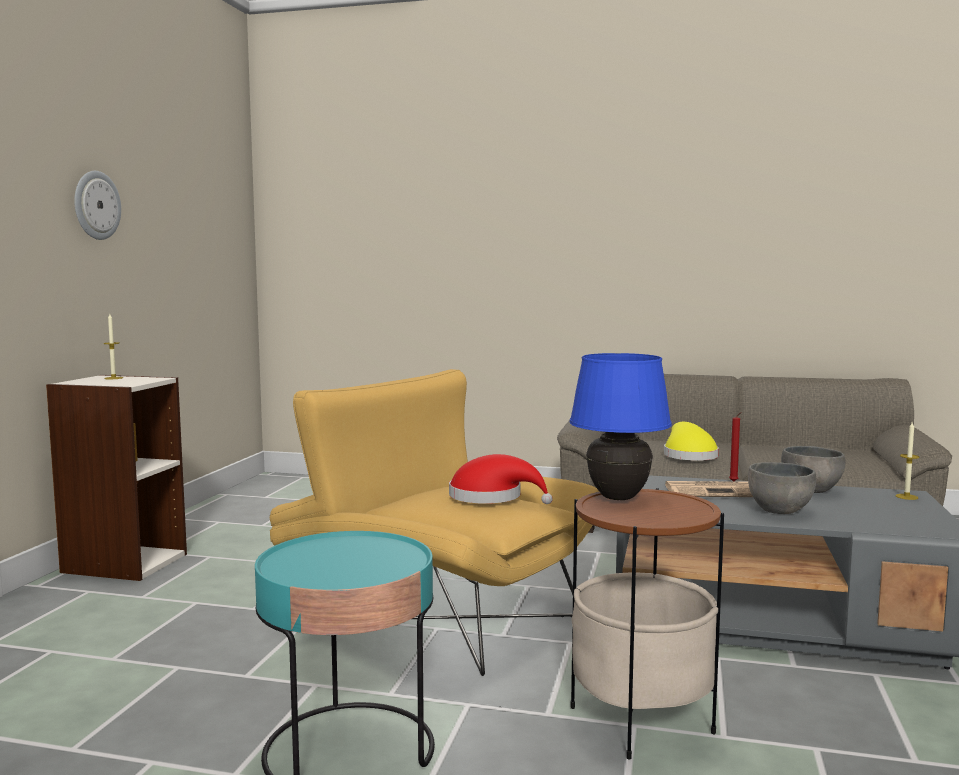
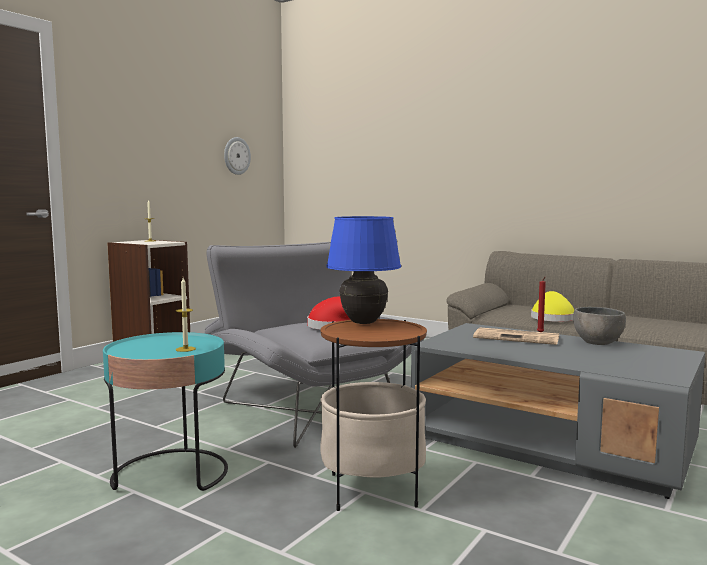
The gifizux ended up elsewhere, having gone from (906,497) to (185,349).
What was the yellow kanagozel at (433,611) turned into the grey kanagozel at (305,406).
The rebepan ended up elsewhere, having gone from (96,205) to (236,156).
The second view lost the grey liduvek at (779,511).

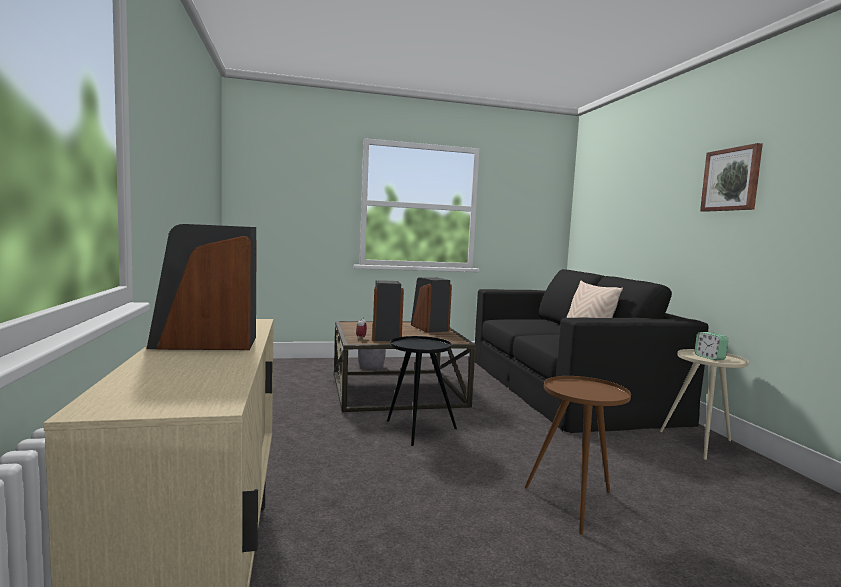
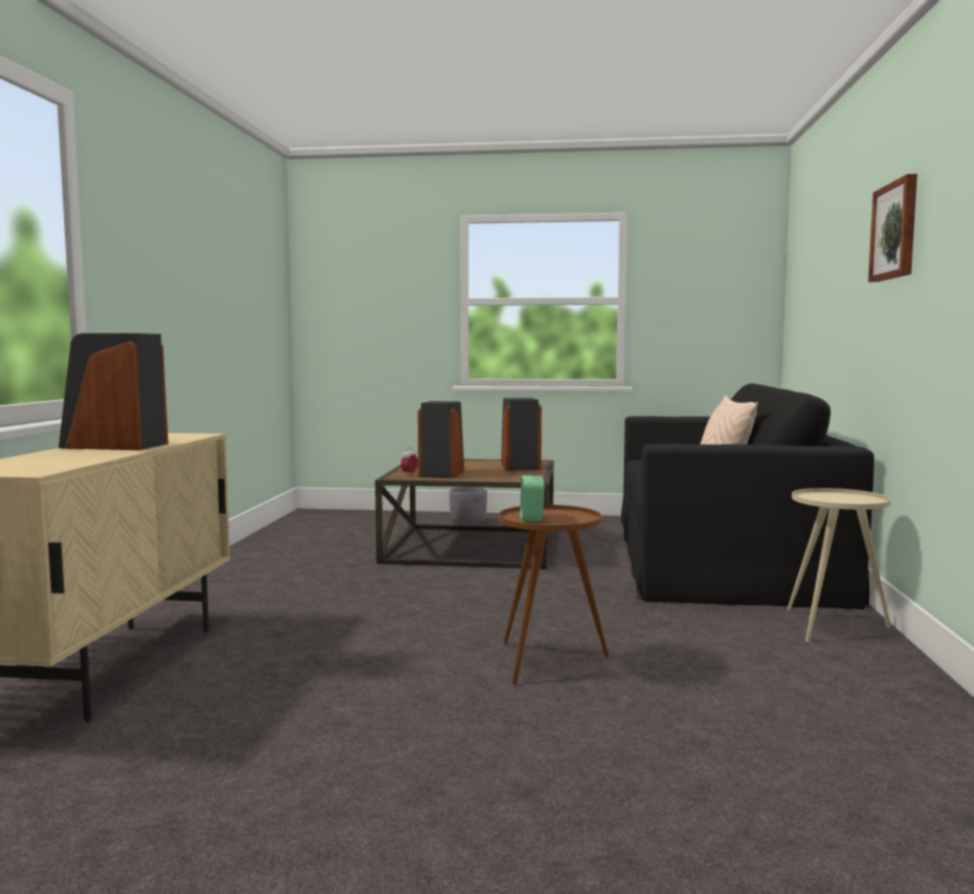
The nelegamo ended up elsewhere, having gone from (709,357) to (531,518).
The second view lost the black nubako at (417,430).

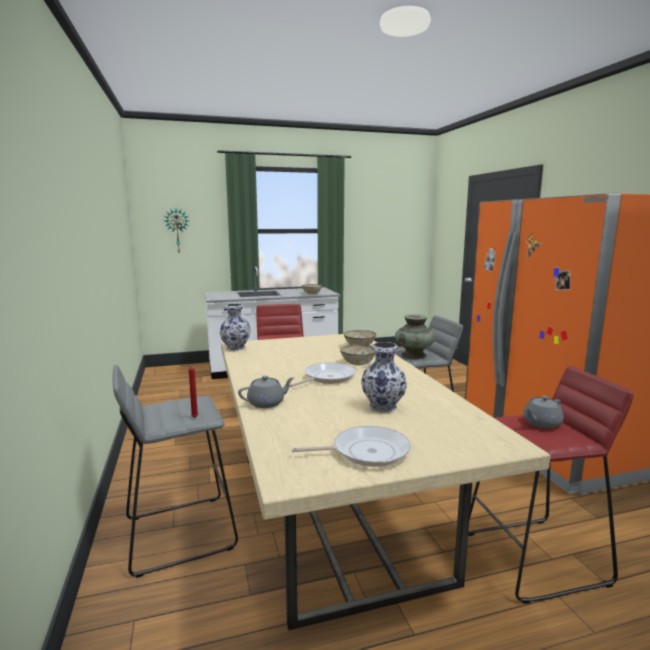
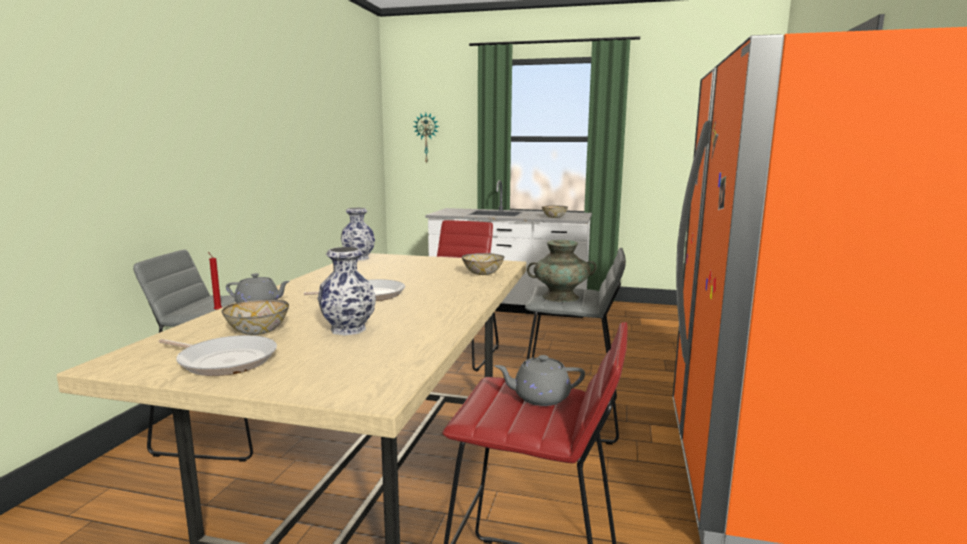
The liduvek ended up elsewhere, having gone from (358,363) to (259,332).

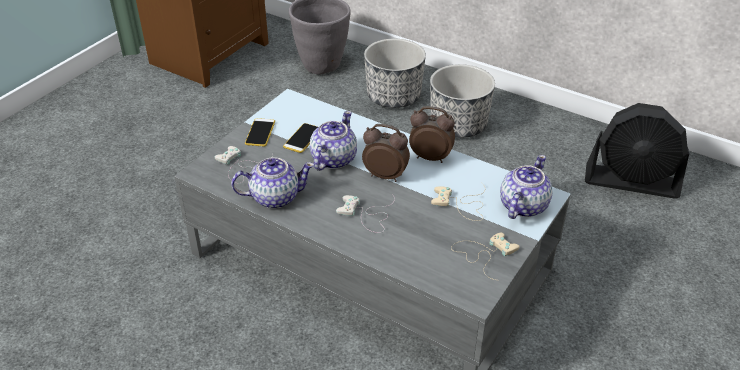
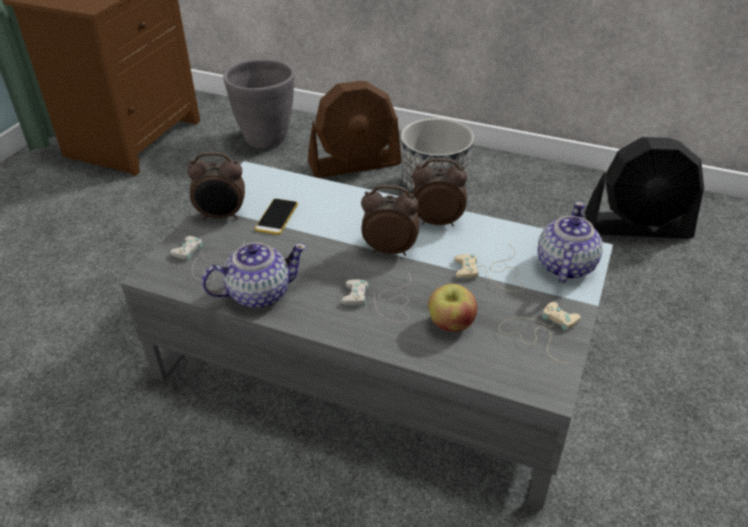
Where the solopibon stood at (260,133), the nelegamo came to stand at (222,216).
Where the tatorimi stood at (394,96), the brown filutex came to stand at (355,164).
The second view gained the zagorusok at (450,324).
The second view lost the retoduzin at (333,159).

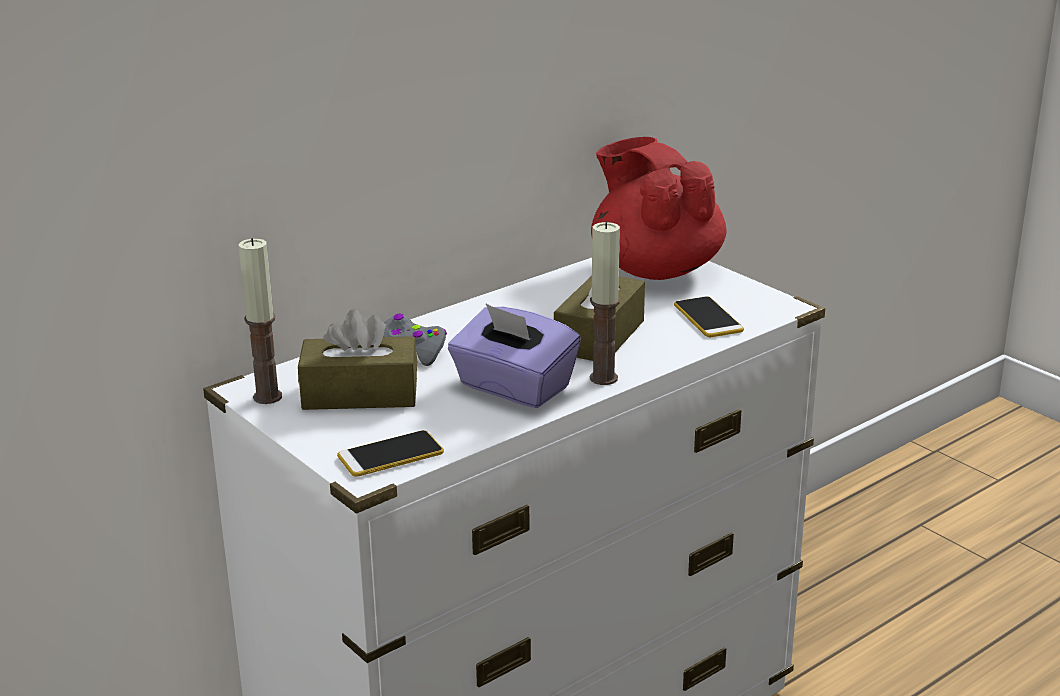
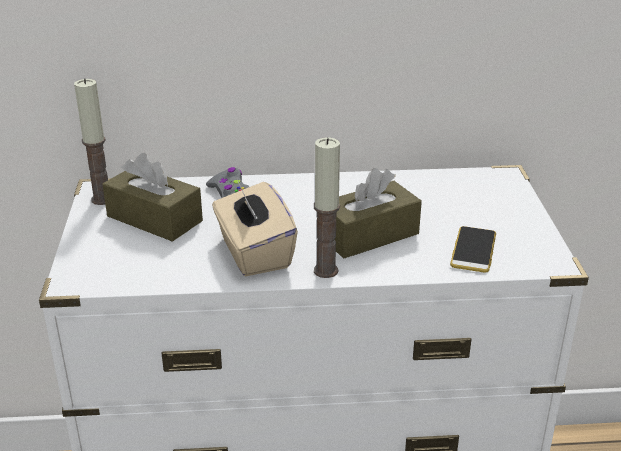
What was the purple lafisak at (513,388) turned into the beige lafisak at (254,253).
The second view lost the solopibon at (390,455).
The second view lost the red retoduzin at (655,269).

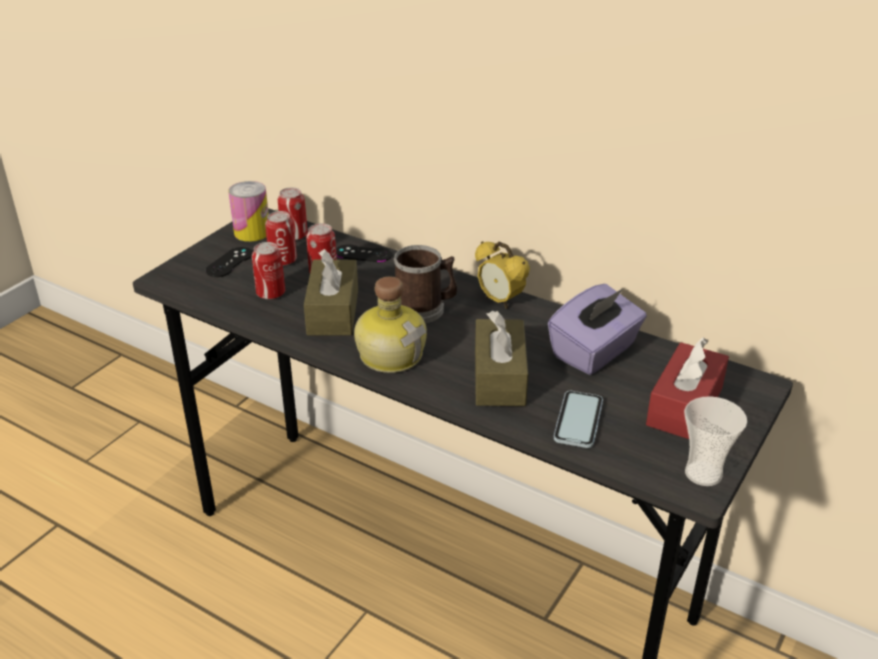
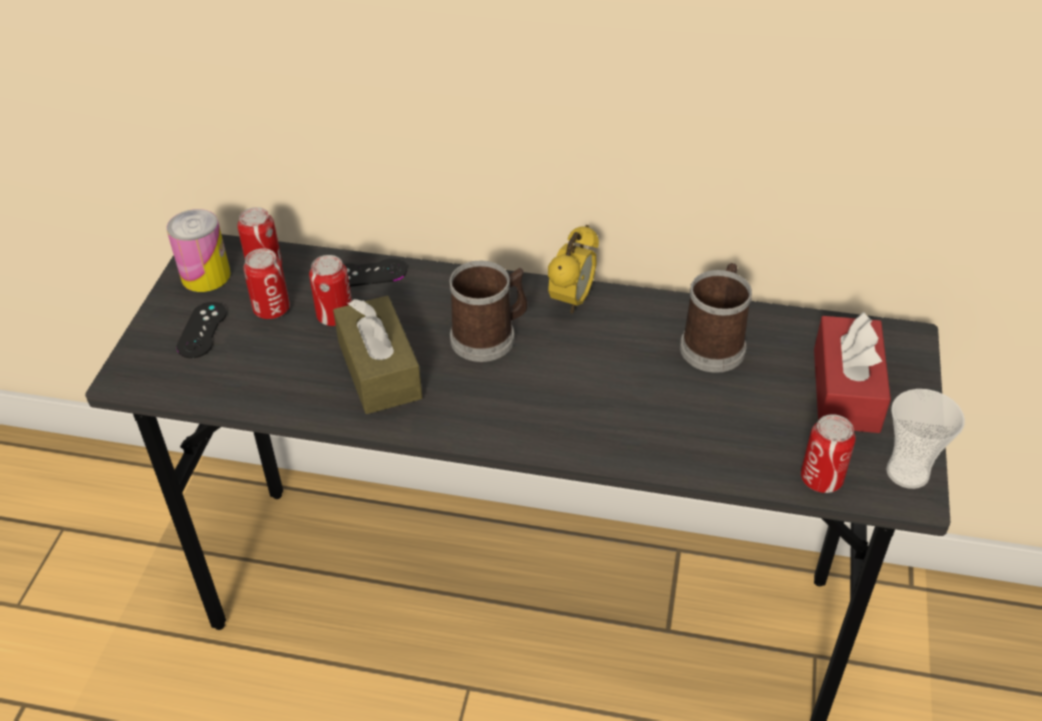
The nelegamo at (500,301) ended up facing another way, 90 degrees counterclockwise from before.
Where the purple lafisak stood at (594,352), the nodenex came to stand at (714,343).
The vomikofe ended up elsewhere, having gone from (271,293) to (821,479).
The second view lost the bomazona at (391,354).
The second view lost the brown lafisak at (499,377).
The second view lost the solopibon at (578,421).

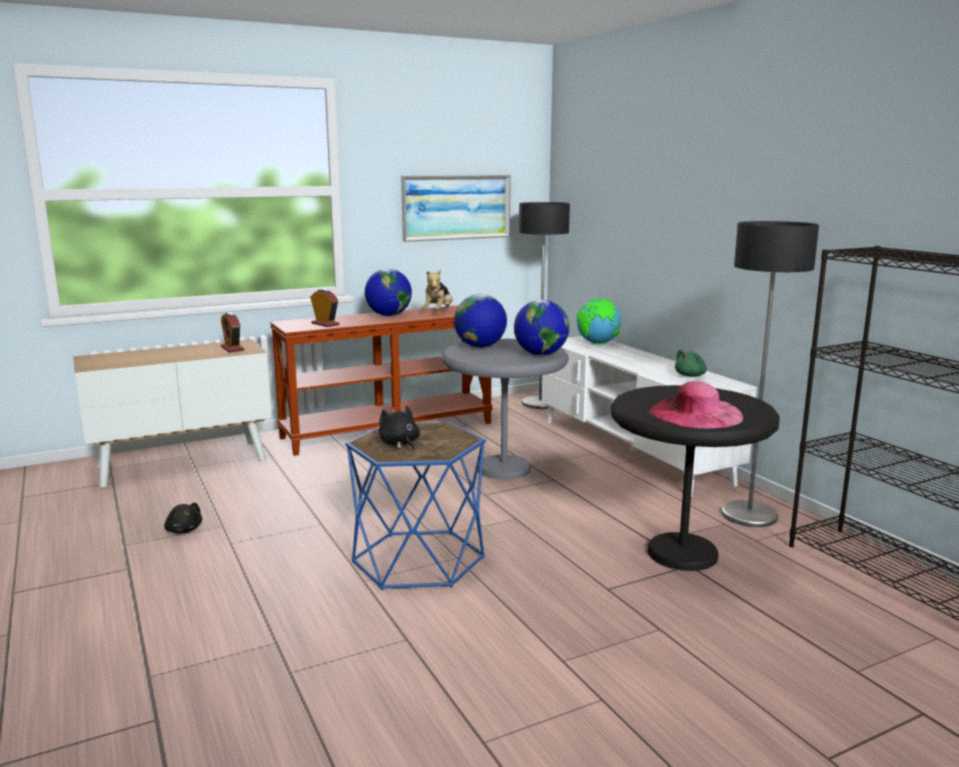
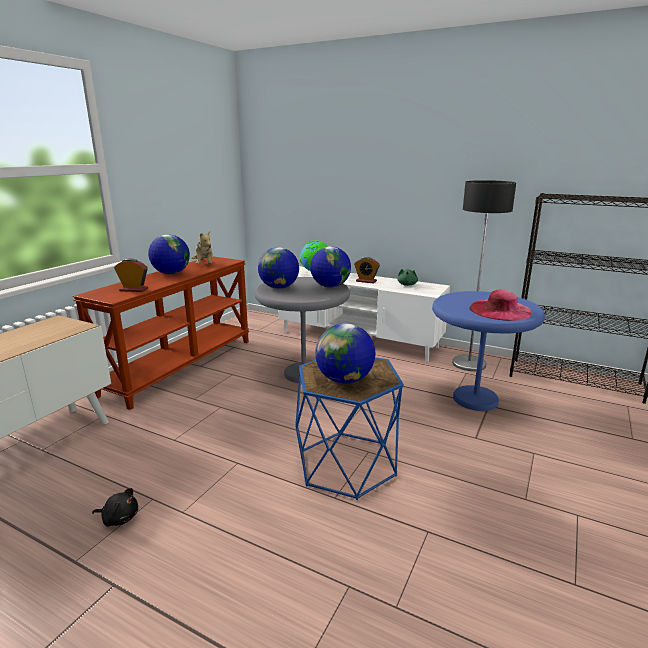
Where the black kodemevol stood at (400,444), the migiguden came to stand at (344,380).
The nelegamo ended up elsewhere, having gone from (232,348) to (366,281).
What was the black nubako at (682,554) turned into the blue nubako at (475,399).
The second view lost the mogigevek at (456,207).
The second view lost the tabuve at (540,403).

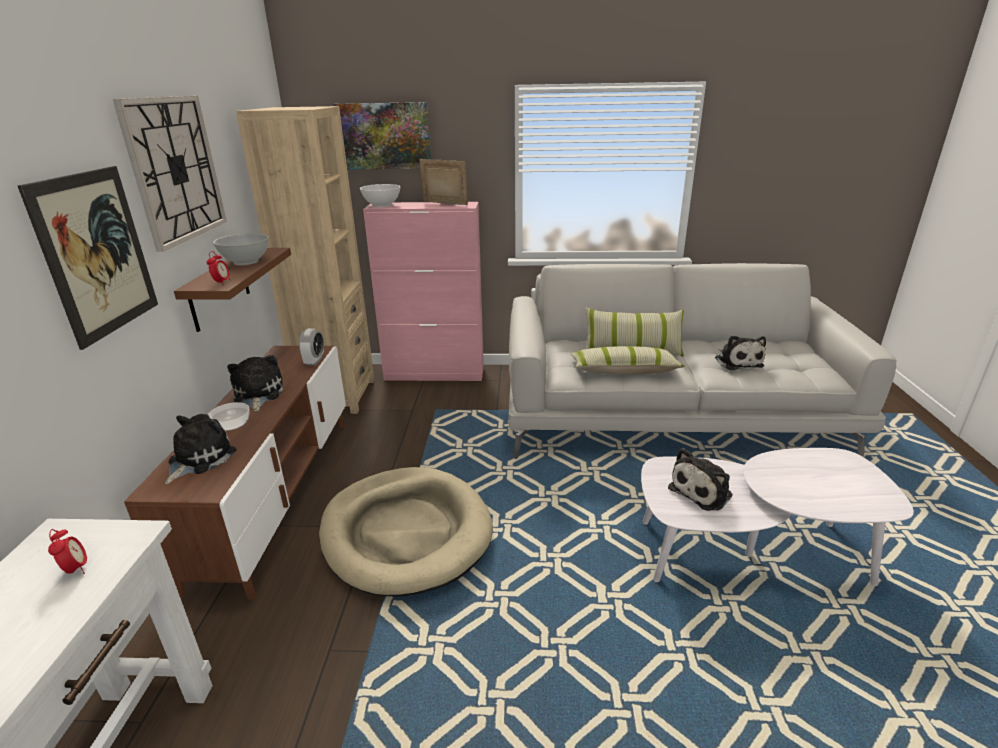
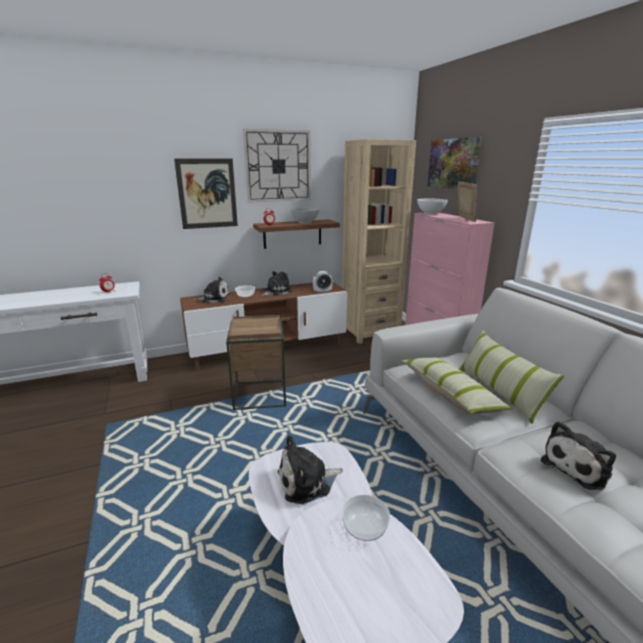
Where the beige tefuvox stood at (406,533), the brown nubako came to stand at (260,394).
The kodemevol at (703,491) ended up facing another way, 45 degrees counterclockwise from before.
The second view gained the liduvek at (365,527).

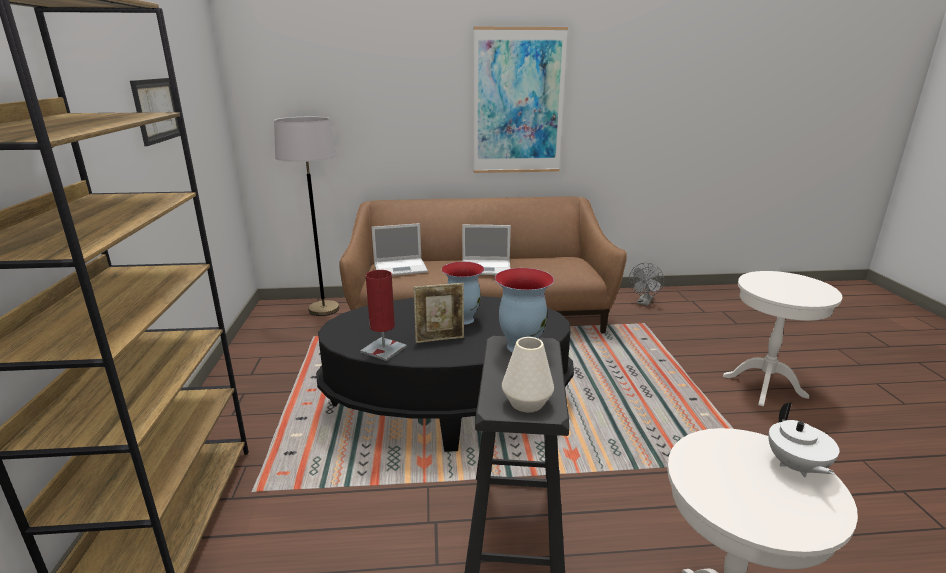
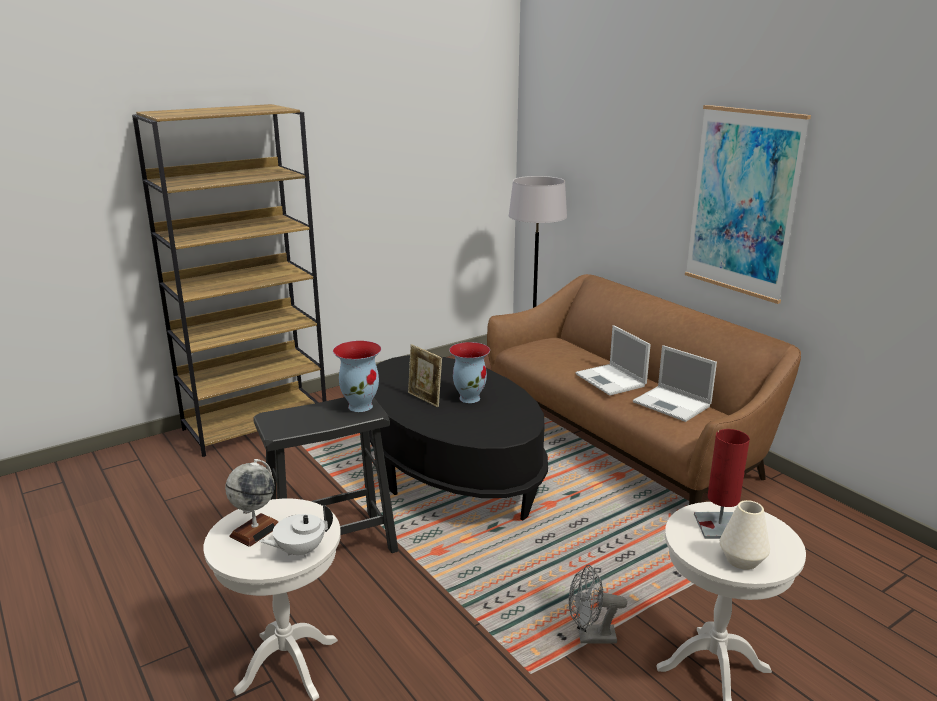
The second view gained the migiguden at (255,530).
The grey filutex ended up elsewhere, having gone from (644,303) to (590,637).
The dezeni ended up elsewhere, having gone from (401,267) to (673,404).
The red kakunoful ended up elsewhere, having gone from (384,349) to (719,526).
The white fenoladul ended up elsewhere, having gone from (526,403) to (741,560).
The second view lost the mogigevek at (156,110).

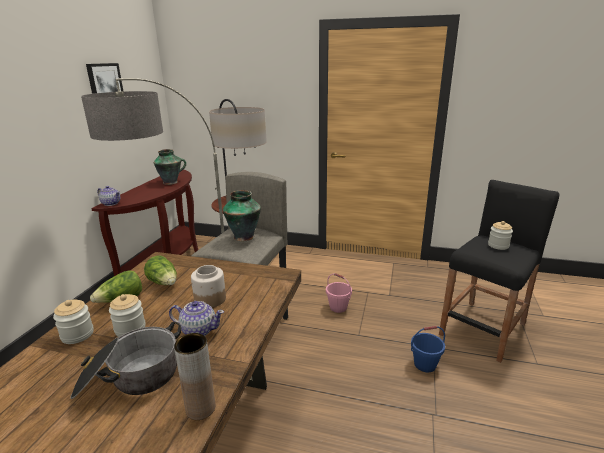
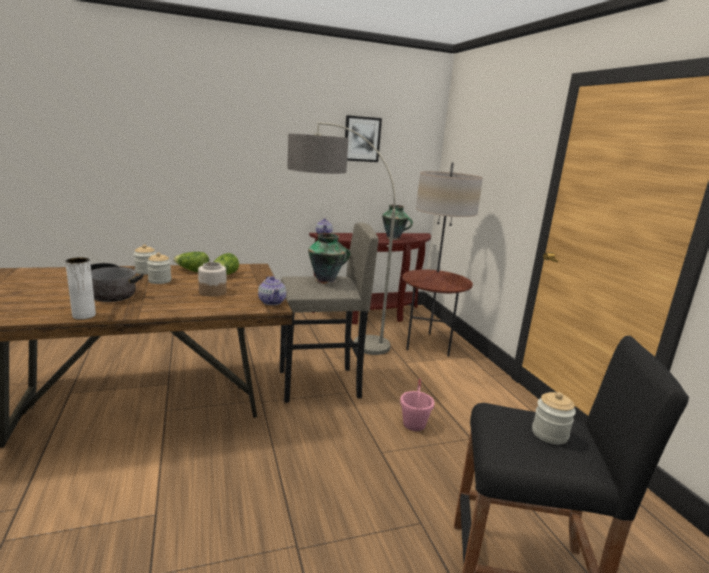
What was the brown fenoladul at (200,408) turned into the white fenoladul at (84,315).
The retoduzin ended up elsewhere, having gone from (198,330) to (272,302).
The second view lost the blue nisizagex at (425,364).

